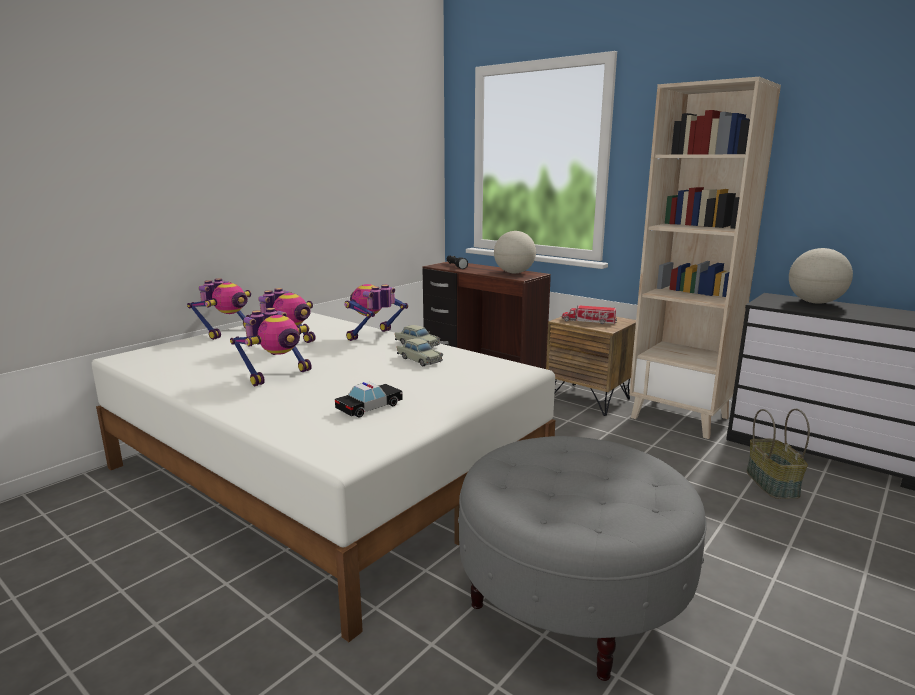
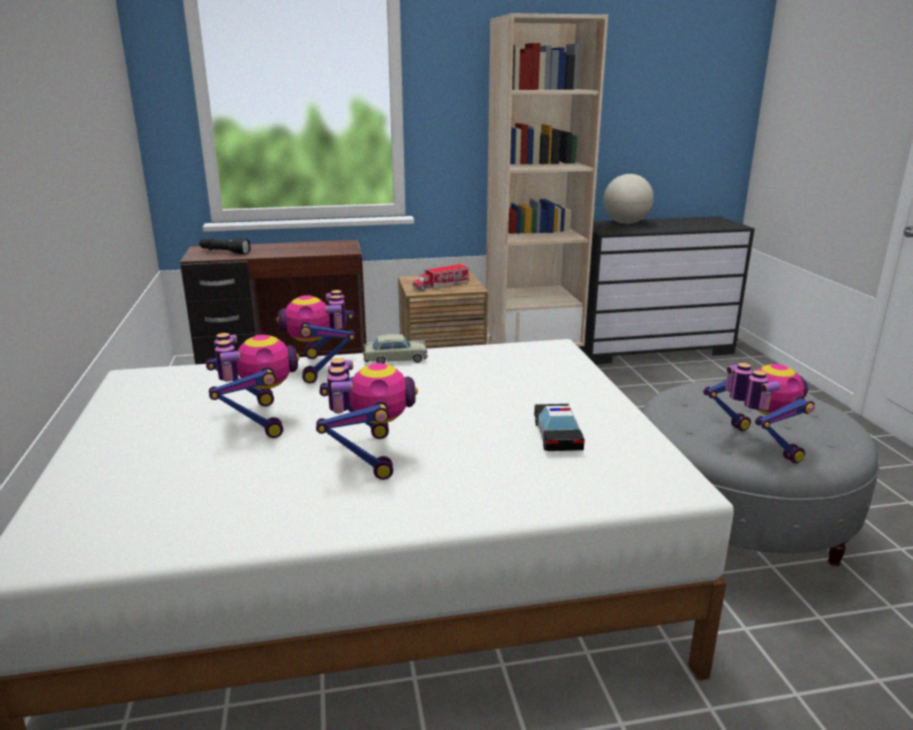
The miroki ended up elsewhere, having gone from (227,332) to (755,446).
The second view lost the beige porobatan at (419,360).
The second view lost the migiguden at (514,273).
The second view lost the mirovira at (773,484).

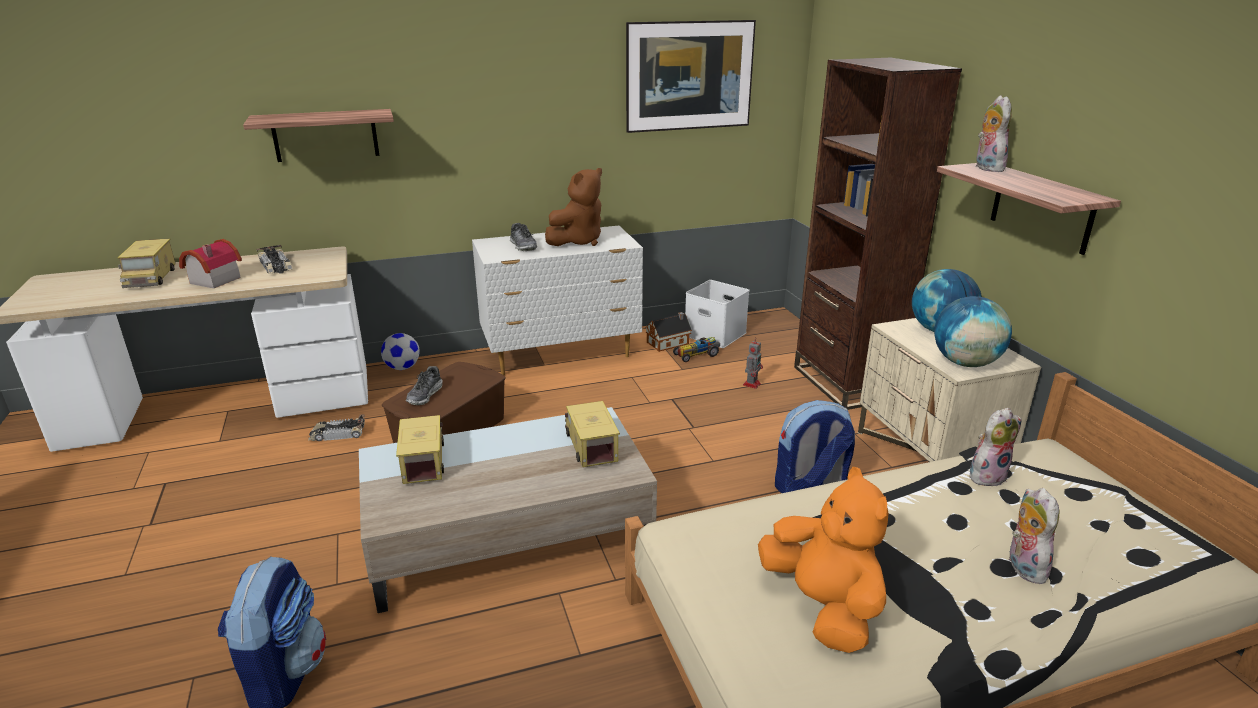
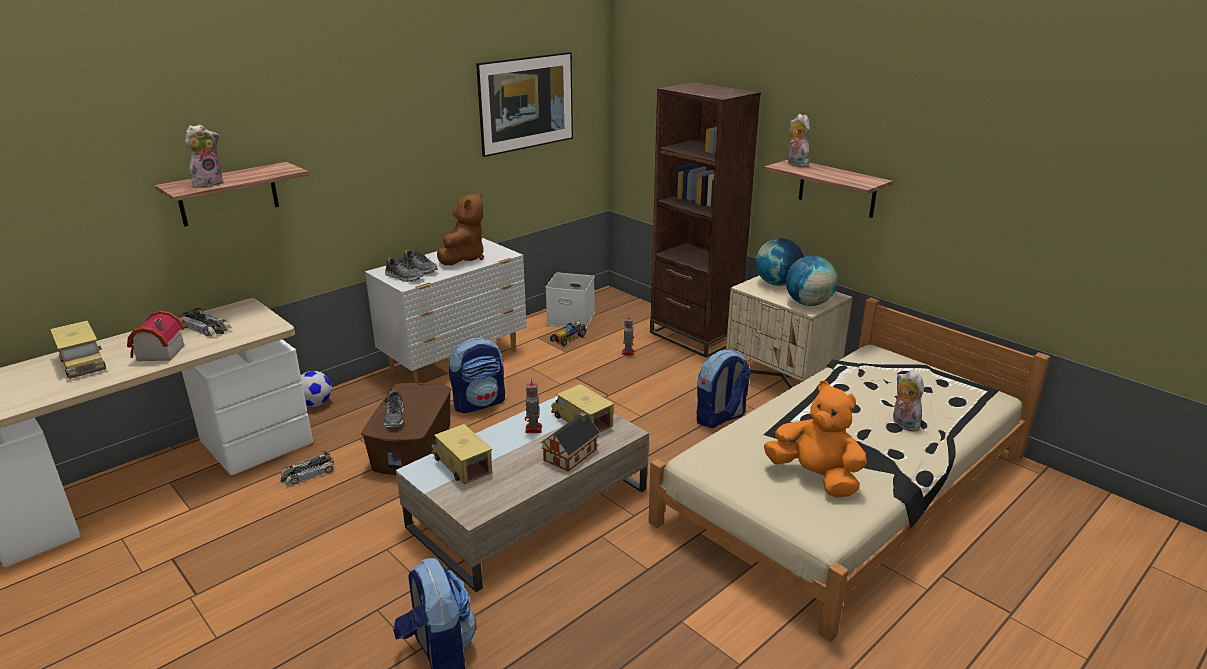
The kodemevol ended up elsewhere, having gone from (987,475) to (208,183).
The second view gained the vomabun at (404,277).
The second view gained the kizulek at (479,403).
The second view gained the miroki at (533,429).
The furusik ended up elsewhere, having gone from (669,343) to (572,454).

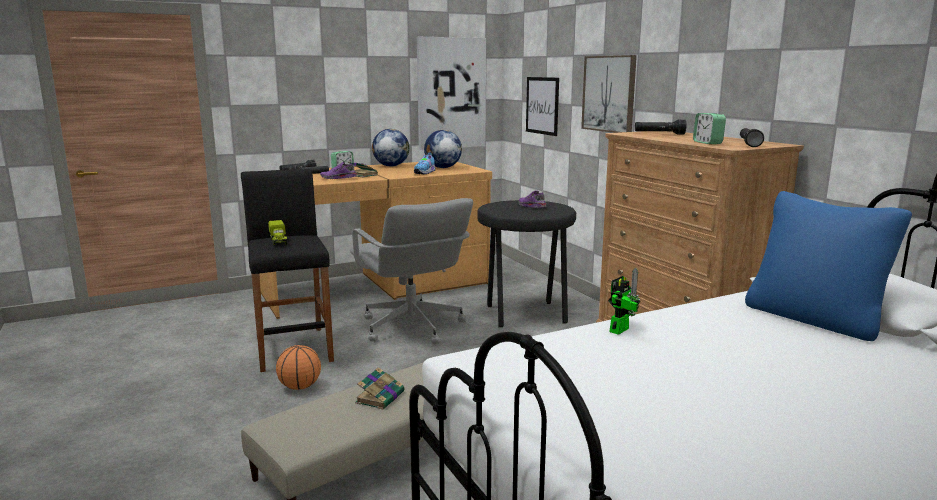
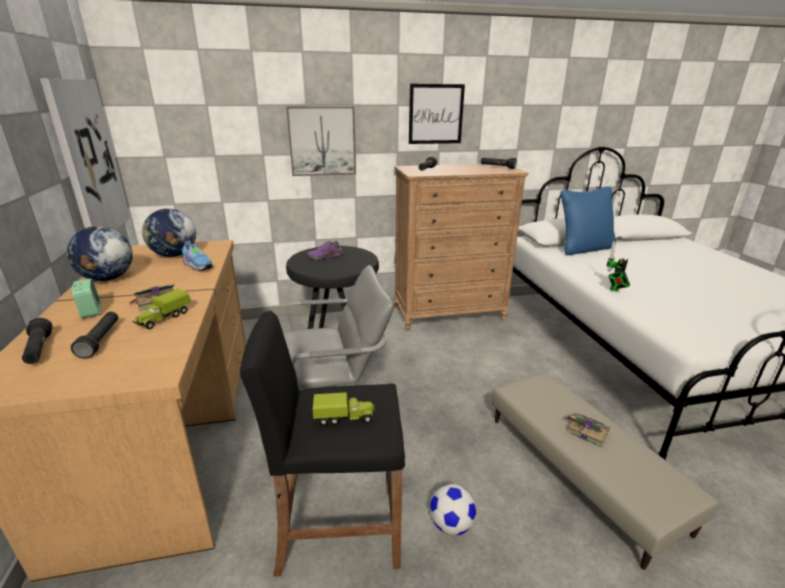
Where the purple vomabun stood at (338,178), the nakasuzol came to stand at (163,318).
The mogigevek ended up elsewhere, having gone from (542,105) to (436,114).
Where the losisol stood at (300,387), the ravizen came to stand at (451,524).
The miroki at (621,329) ended up facing another way, 105 degrees counterclockwise from before.
The second view lost the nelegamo at (707,143).

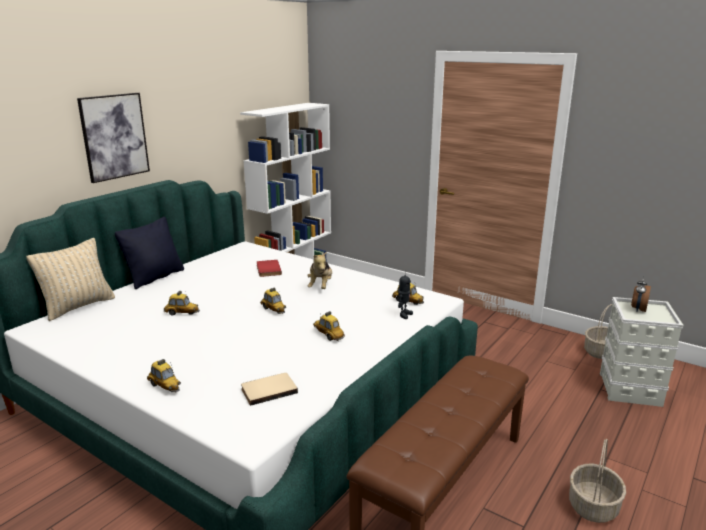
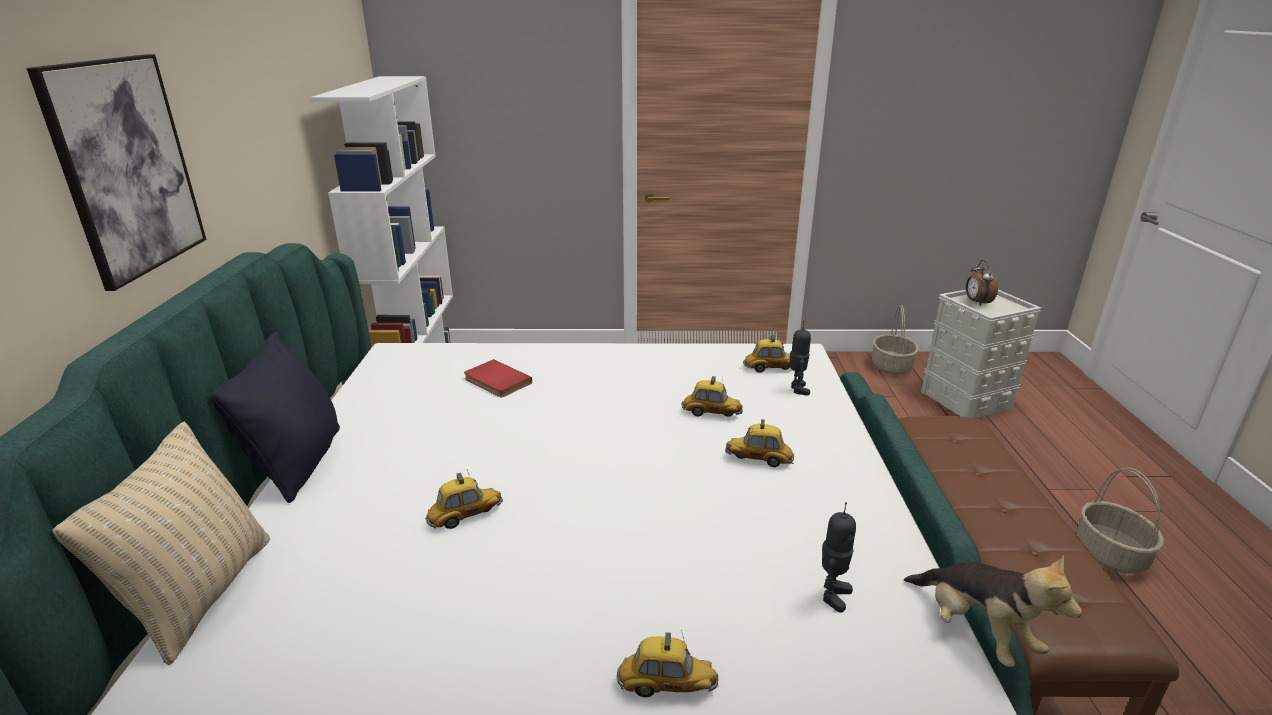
The porobatan ended up elsewhere, having gone from (273,310) to (711,413).
Where the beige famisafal stood at (268,390), the miroki came to stand at (832,595).
The kodemevol ended up elsewhere, having gone from (320,286) to (975,631).

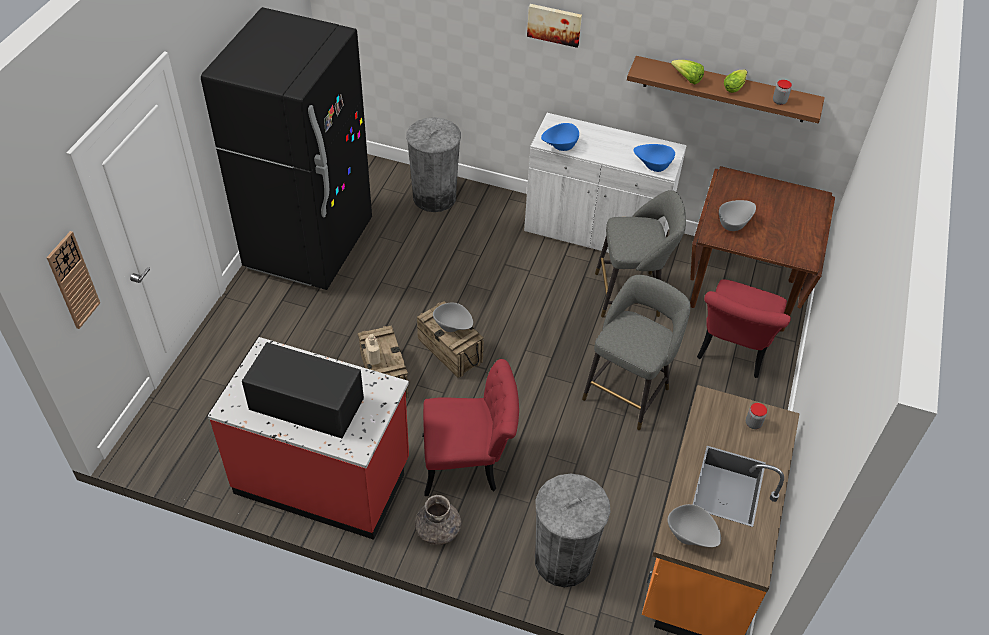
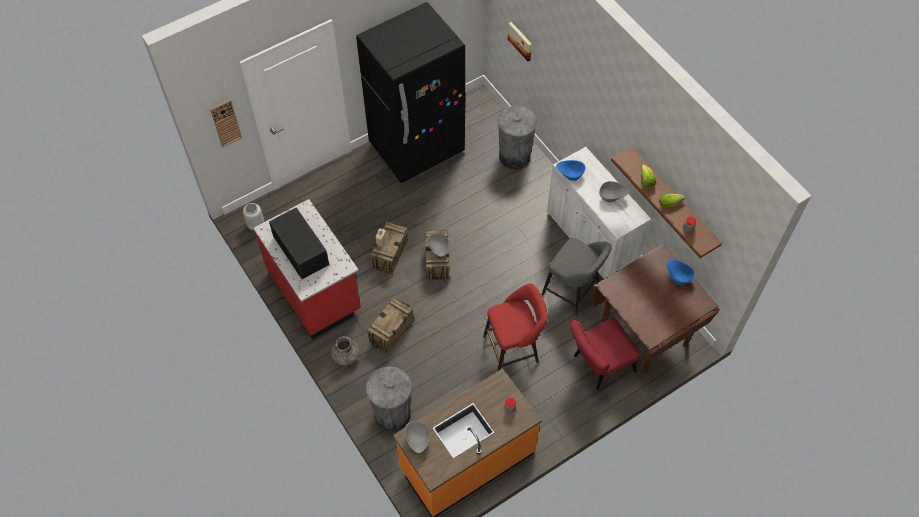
The second view gained the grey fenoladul at (256,224).
Where the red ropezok stood at (469,463), the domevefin came to stand at (391,331).
What was the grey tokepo at (628,390) turned into the red tokepo at (514,348).
The mogigevek ended up elsewhere, having gone from (554,24) to (521,40).
The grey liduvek ended up elsewhere, having gone from (734,224) to (611,197).
The blue liduvek ended up elsewhere, having gone from (652,166) to (677,277).

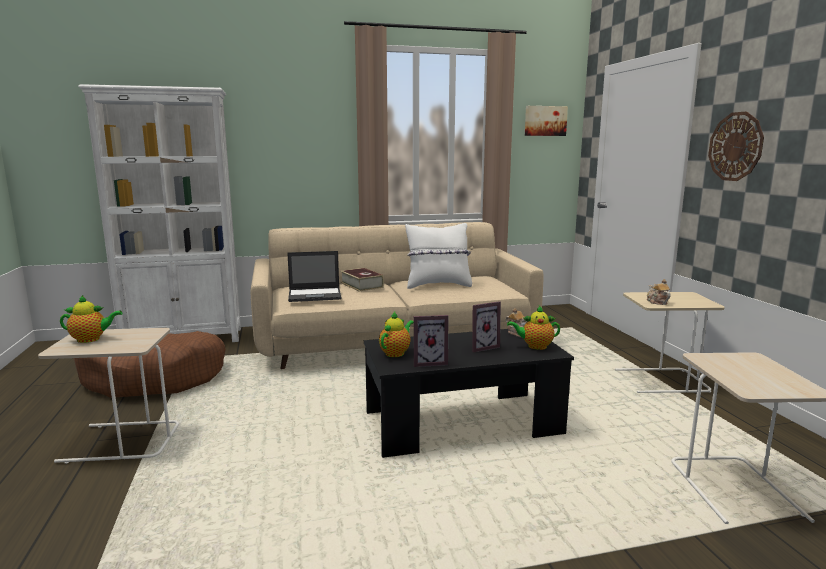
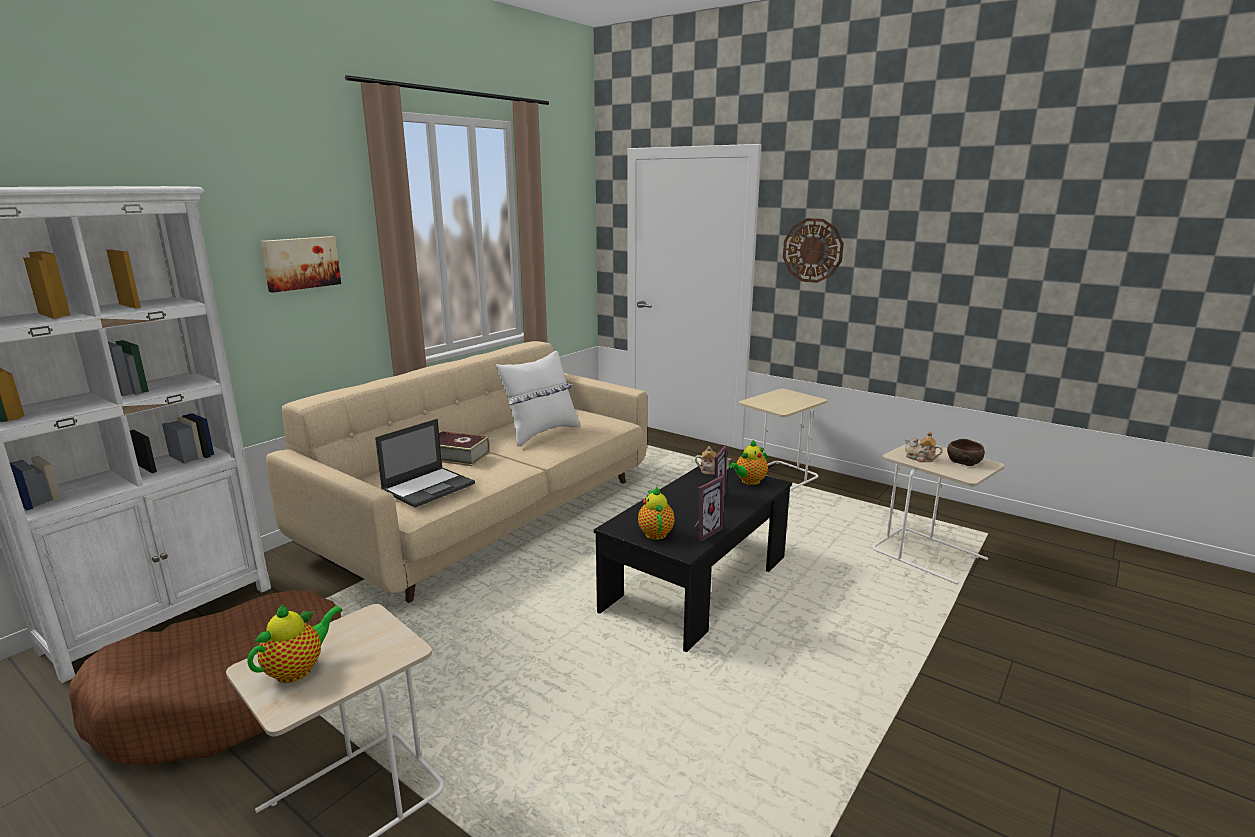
The mogigevek ended up elsewhere, having gone from (545,121) to (300,263).
The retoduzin ended up elsewhere, having gone from (656,302) to (920,458).
The second view gained the brown liduvek at (964,462).

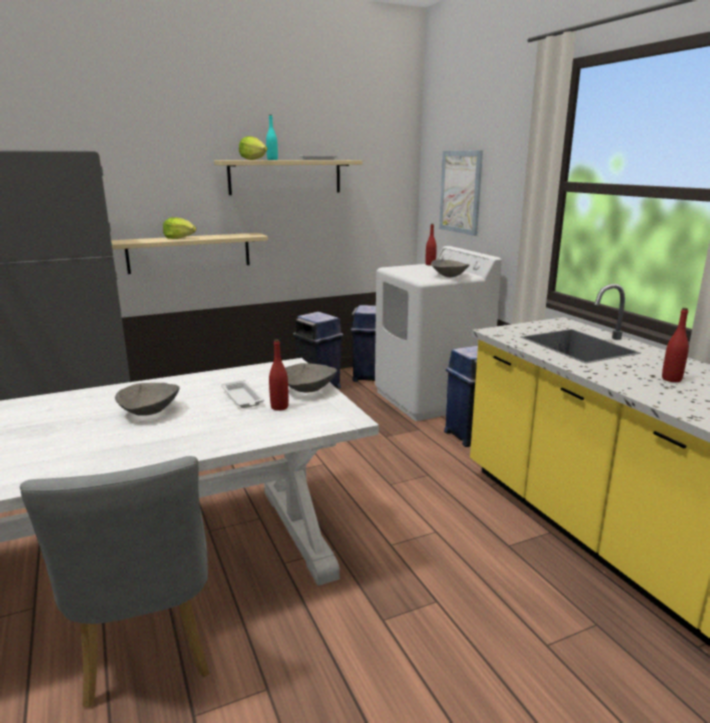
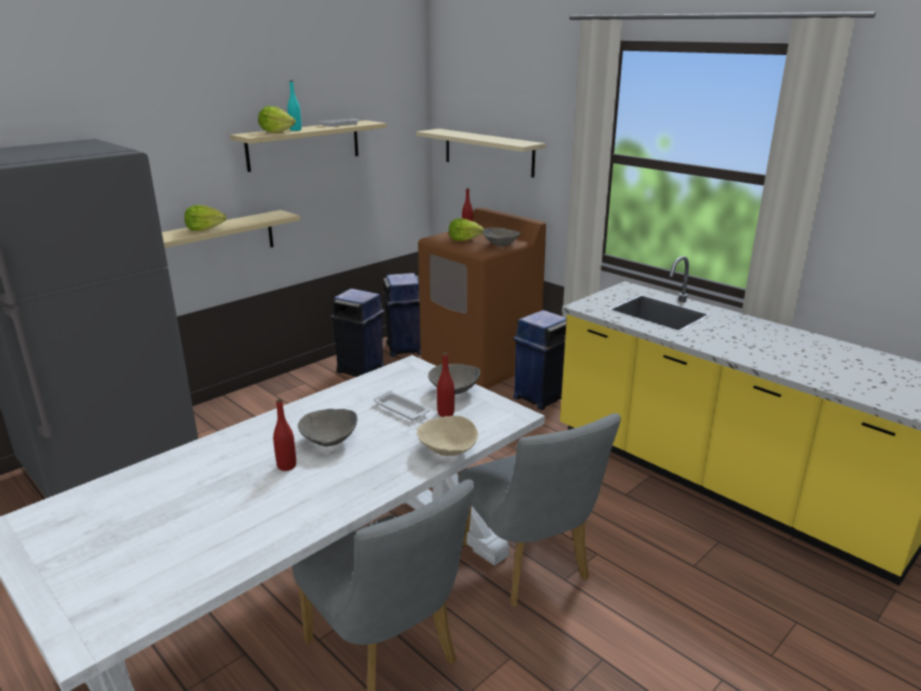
The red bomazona ended up elsewhere, having gone from (671,379) to (286,466).
Where the mogigevek hung at (460,192), the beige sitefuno came to hang at (488,152).
The second view gained the beige liduvek at (448,450).
What was the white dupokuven at (431,399) turned into the brown dupokuven at (480,364).
The second view gained the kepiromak at (464,239).
The second view gained the grey ropezok at (529,567).

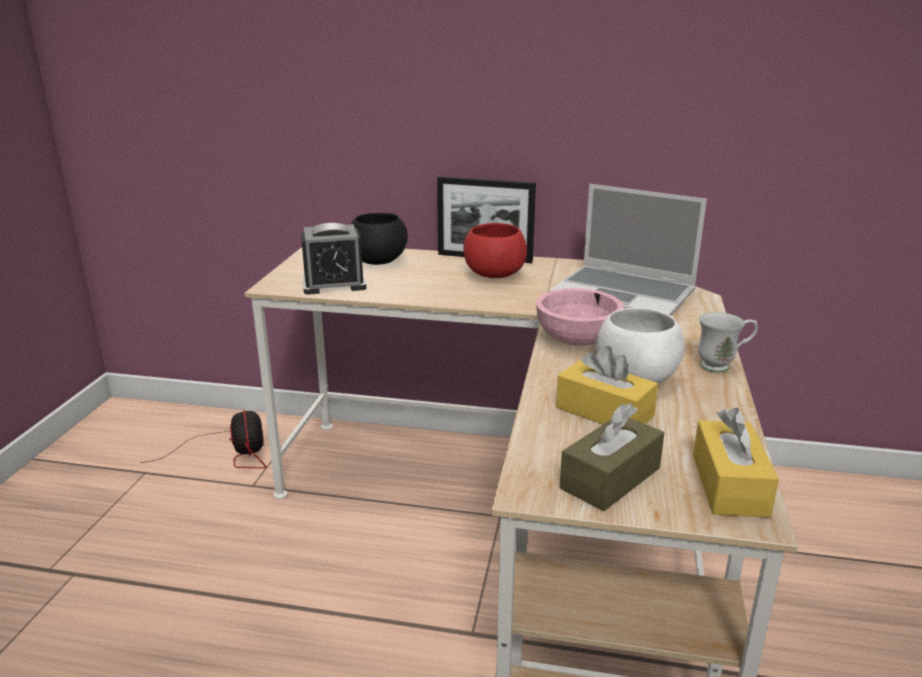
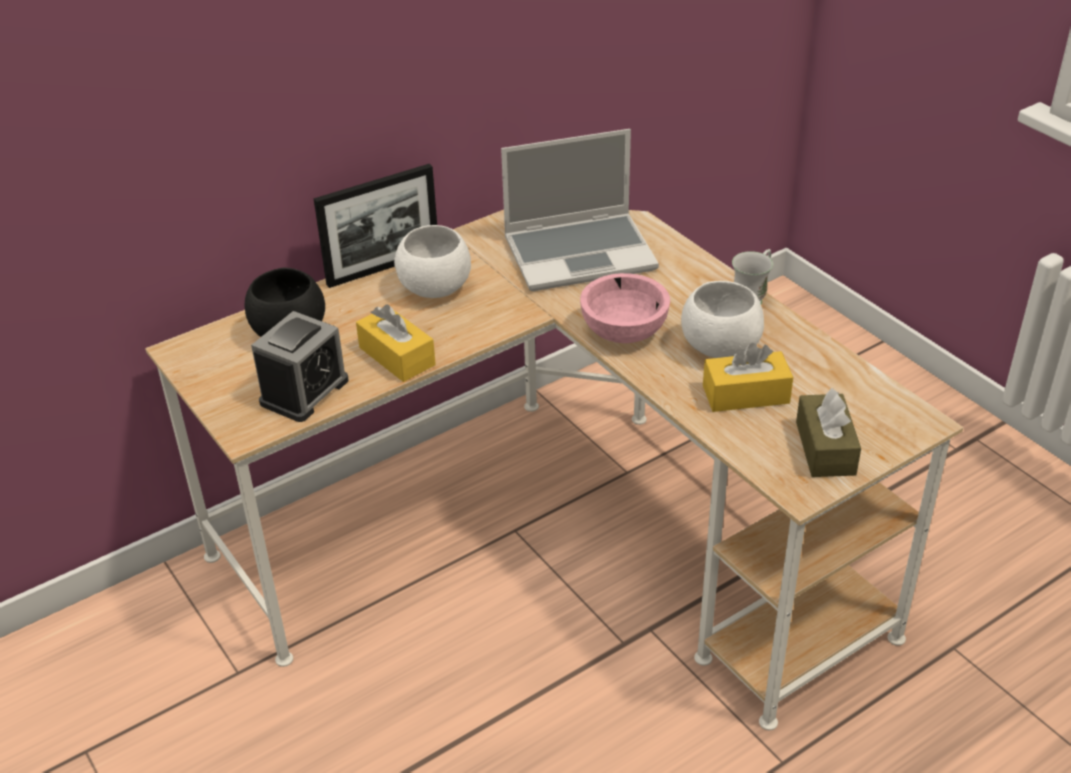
The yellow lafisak ended up elsewhere, having gone from (729,485) to (397,356).
What was the red liduvek at (494,275) turned into the white liduvek at (434,289).
The second view lost the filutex at (232,454).

